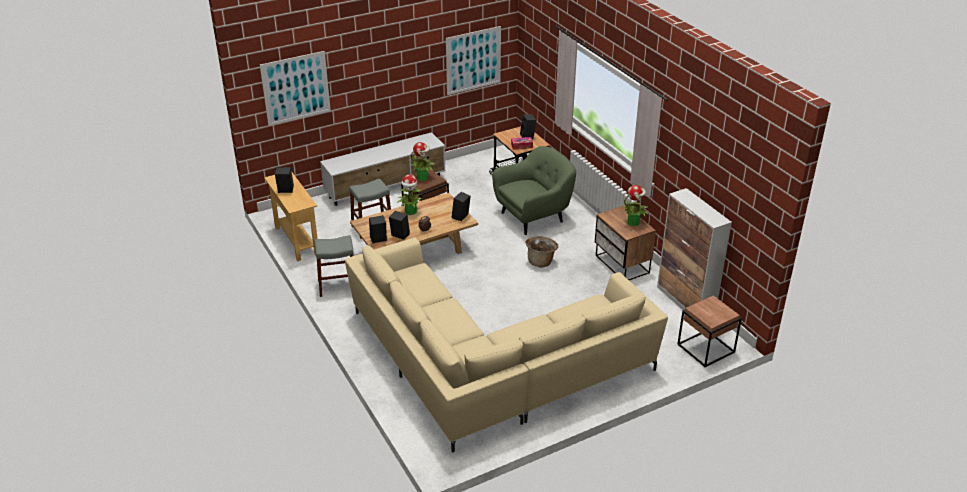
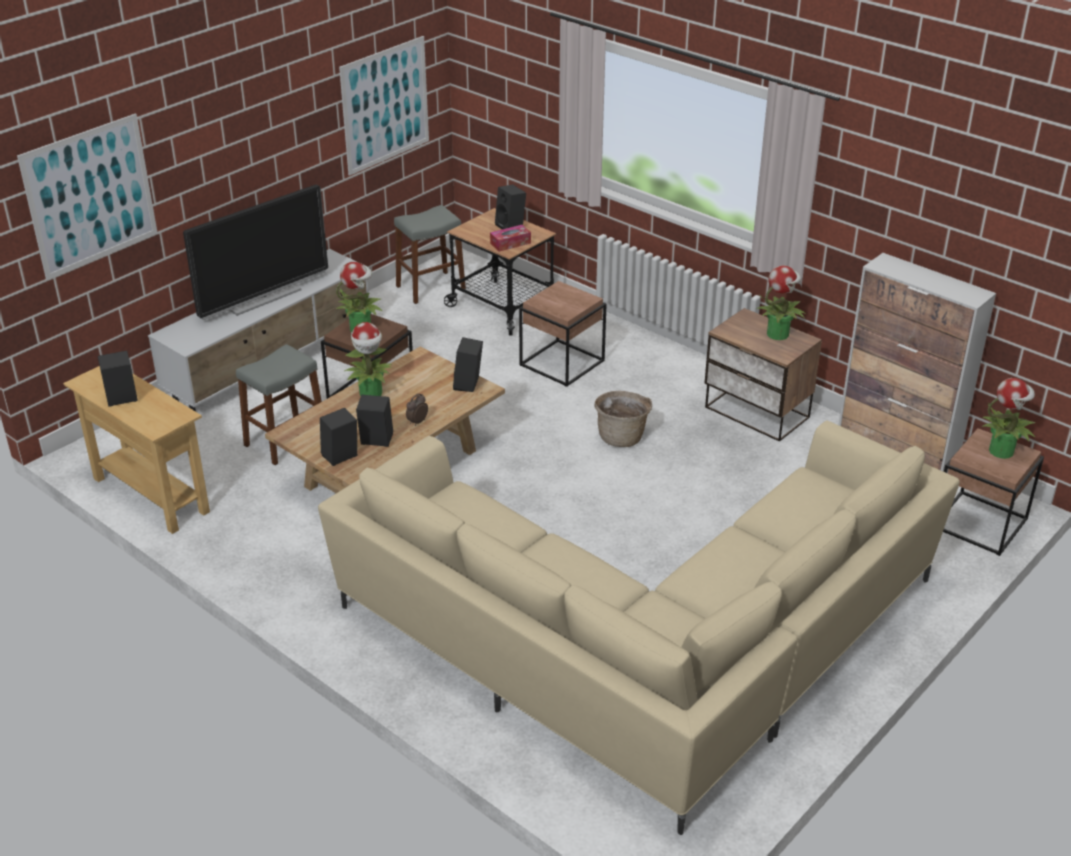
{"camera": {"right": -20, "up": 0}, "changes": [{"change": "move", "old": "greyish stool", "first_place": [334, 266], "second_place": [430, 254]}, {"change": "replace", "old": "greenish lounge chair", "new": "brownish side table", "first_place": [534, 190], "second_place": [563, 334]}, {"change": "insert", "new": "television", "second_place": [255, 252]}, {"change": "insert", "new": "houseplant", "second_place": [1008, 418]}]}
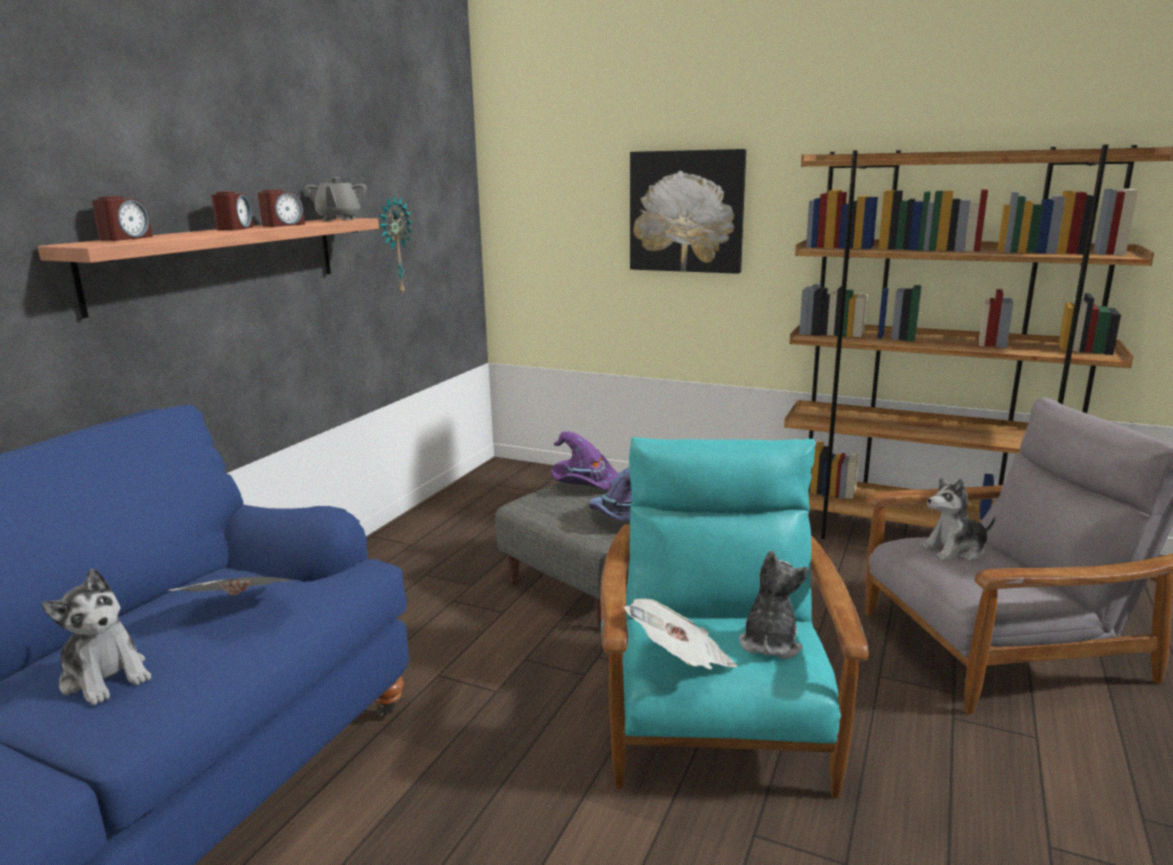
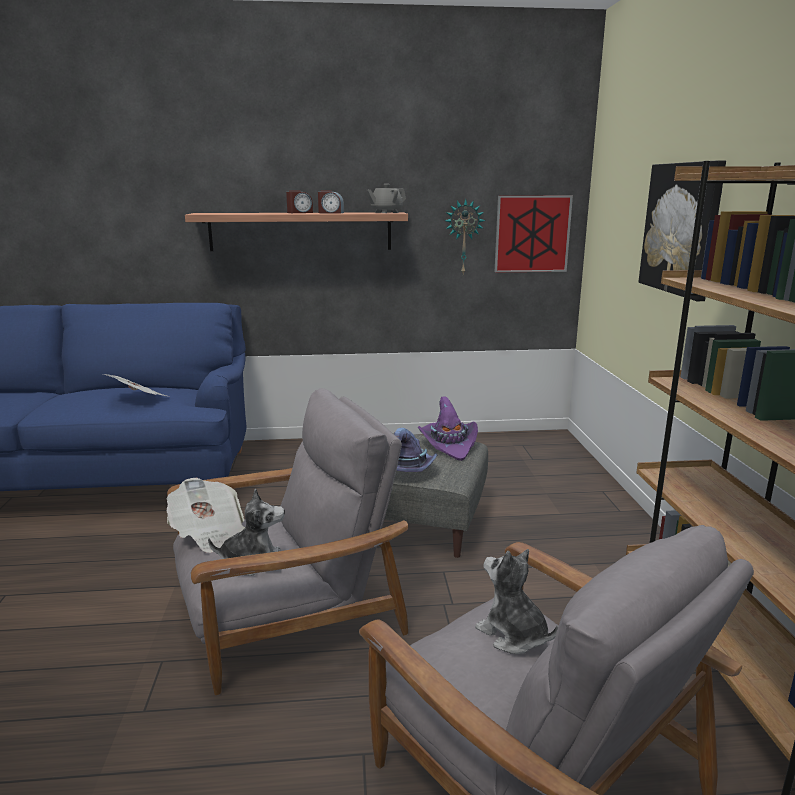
{"camera": {"right": 60, "up": 0}, "changes": [{"change": "delete", "old": "soft toy", "first_place": [96, 636]}, {"change": "delete", "old": "alarm clock", "first_place": [122, 218]}, {"change": "recolor", "old": "turquoise-coloured lounge chair", "new": "greyish lounge chair", "first_place": [734, 617], "second_place": [287, 541]}, {"change": "insert", "new": "wall art", "second_place": [534, 234]}]}
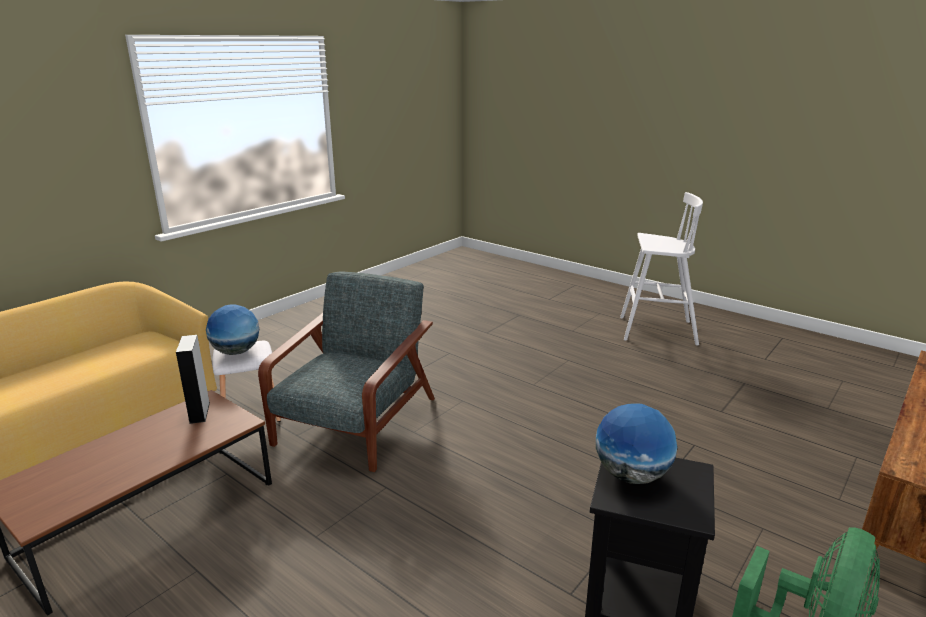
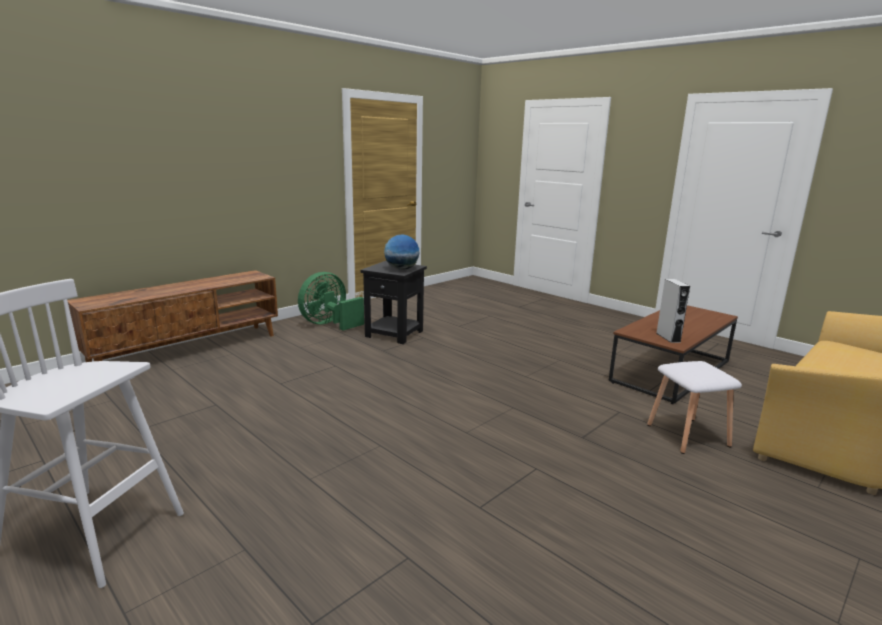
{"camera": {"right": -175, "up": -5}, "changes": [{"change": "delete", "old": "world globe", "first_place": [232, 329]}, {"change": "delete", "old": "greyish lounge chair", "first_place": [346, 371]}]}
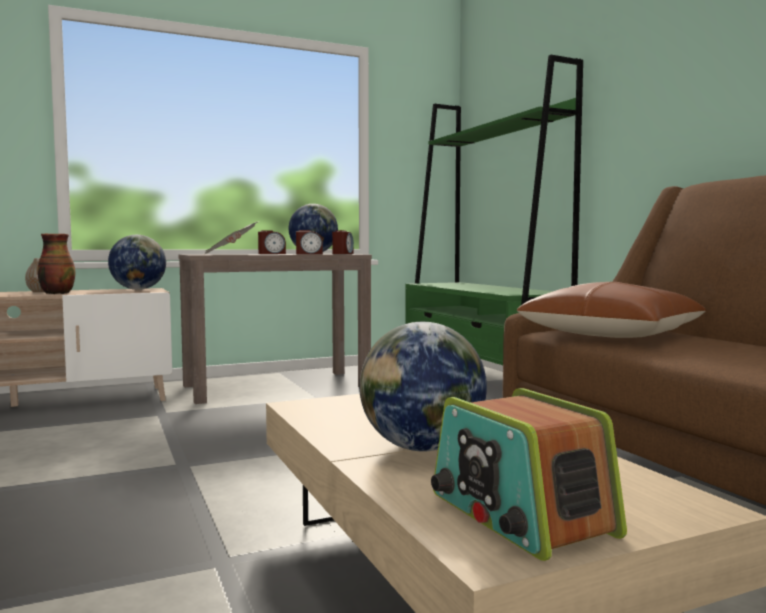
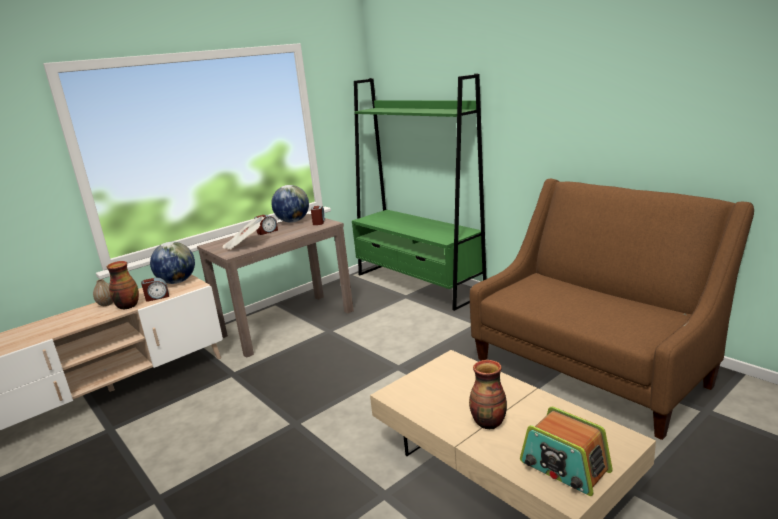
{"camera": {"right": -15, "up": 15}, "changes": [{"change": "move", "old": "alarm clock", "first_place": [309, 242], "second_place": [155, 290]}, {"change": "replace", "old": "world globe", "new": "flower vase", "first_place": [423, 387], "second_place": [488, 395]}, {"change": "delete", "old": "brownish throw pillow", "first_place": [611, 310]}]}
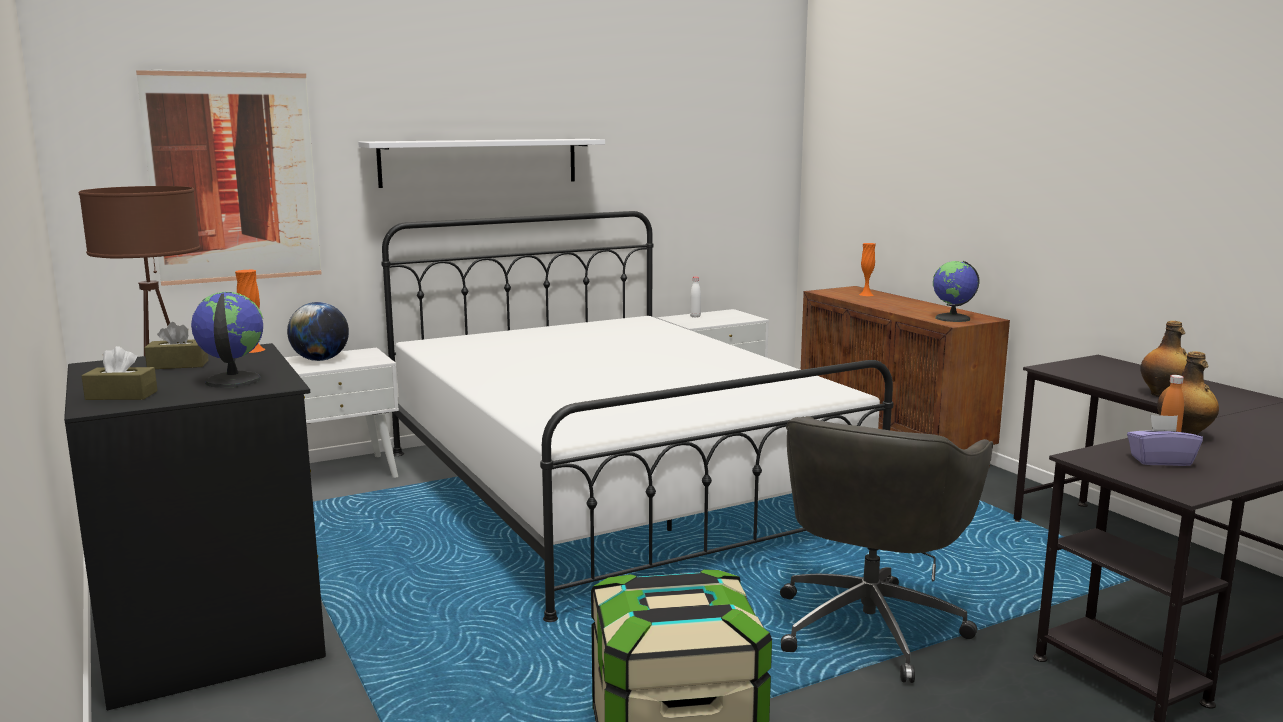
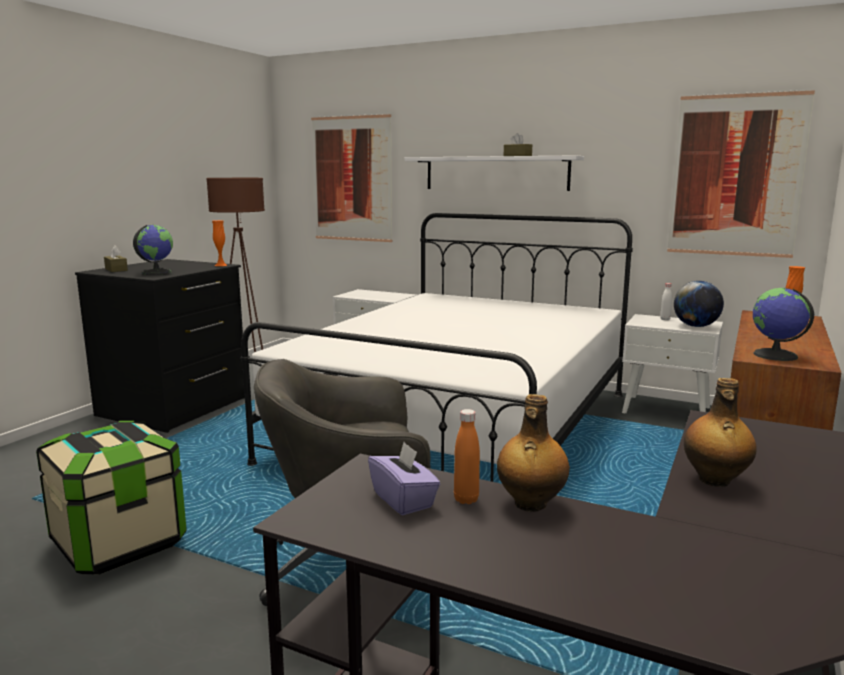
{"camera": {"right": 55, "up": 0}, "changes": [{"change": "move", "old": "brownish tissue box", "first_place": [176, 345], "second_place": [518, 144]}, {"change": "move", "old": "world globe", "first_place": [318, 331], "second_place": [699, 304]}, {"change": "insert", "new": "wall art", "second_place": [741, 174]}]}
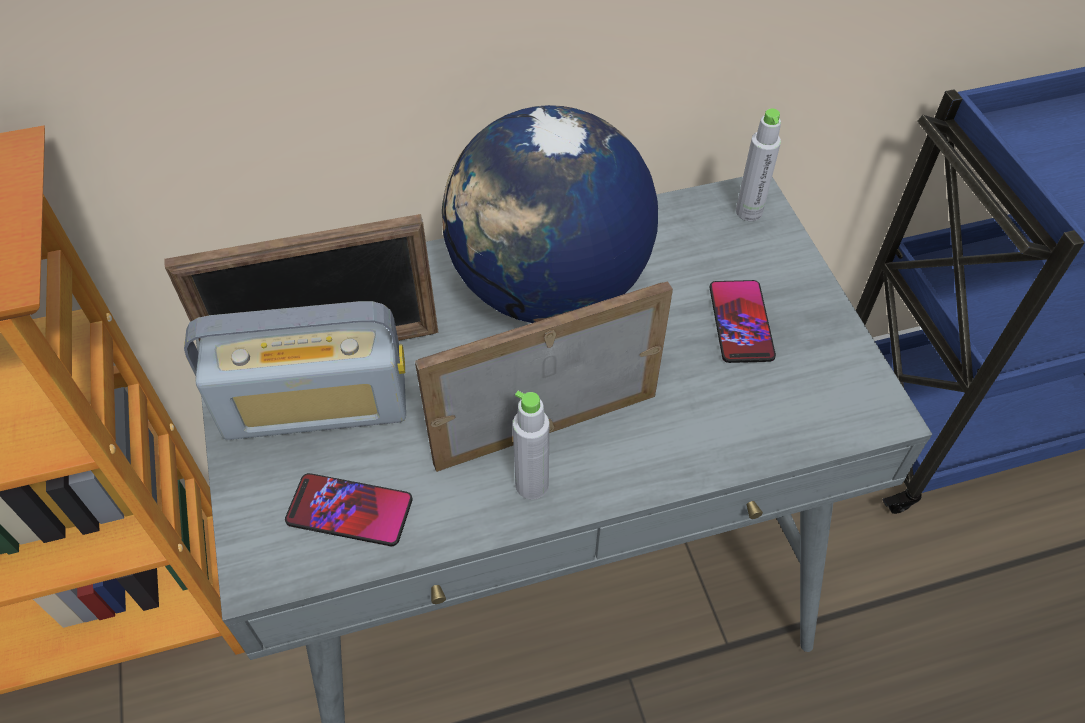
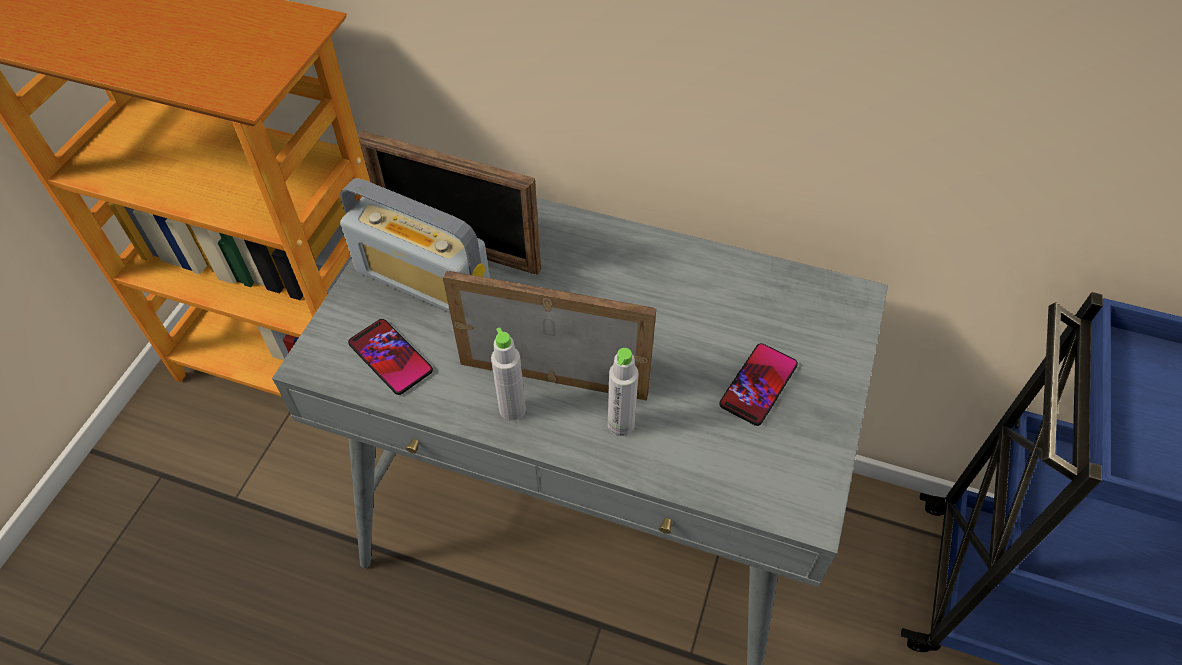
{"camera": {"right": 35, "up": 0}, "changes": [{"change": "delete", "old": "world globe", "first_place": [550, 214]}, {"change": "move", "old": "greyish bottle", "first_place": [758, 165], "second_place": [623, 392]}]}
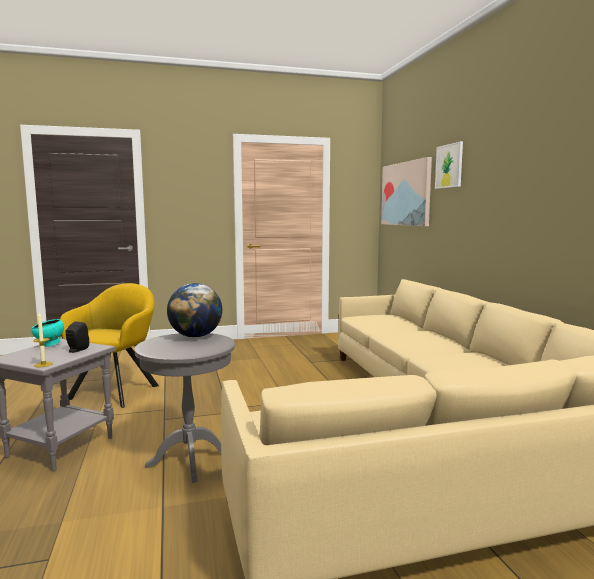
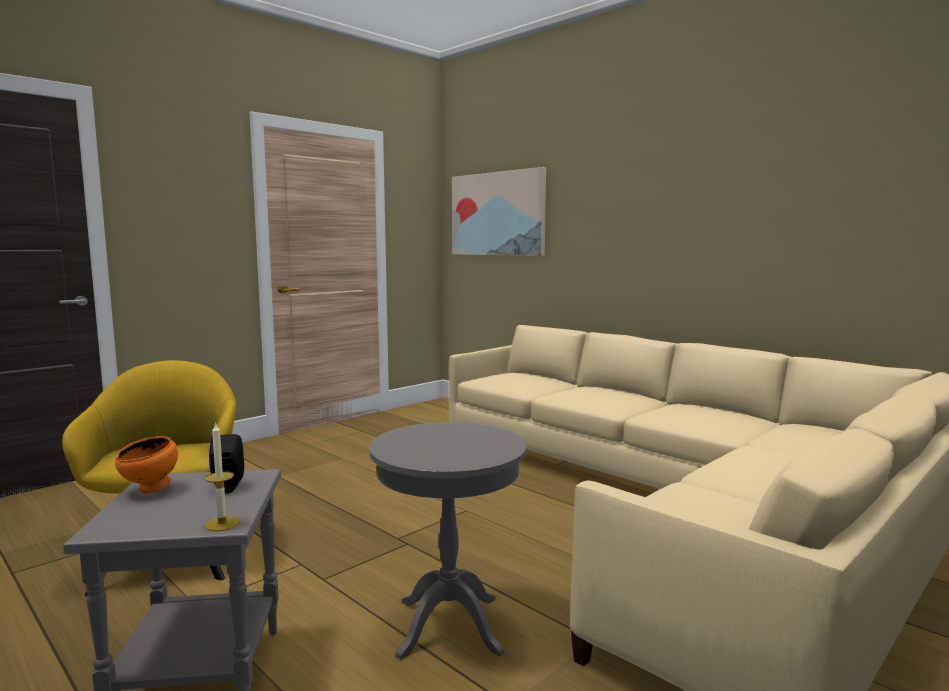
{"camera": {"right": -30, "up": 0}, "changes": [{"change": "recolor", "old": "turquoise-coloured deep dish", "new": "orangey deep dish", "first_place": [48, 333], "second_place": [146, 465]}, {"change": "delete", "old": "world globe", "first_place": [194, 310]}, {"change": "delete", "old": "wall art", "first_place": [449, 165]}]}
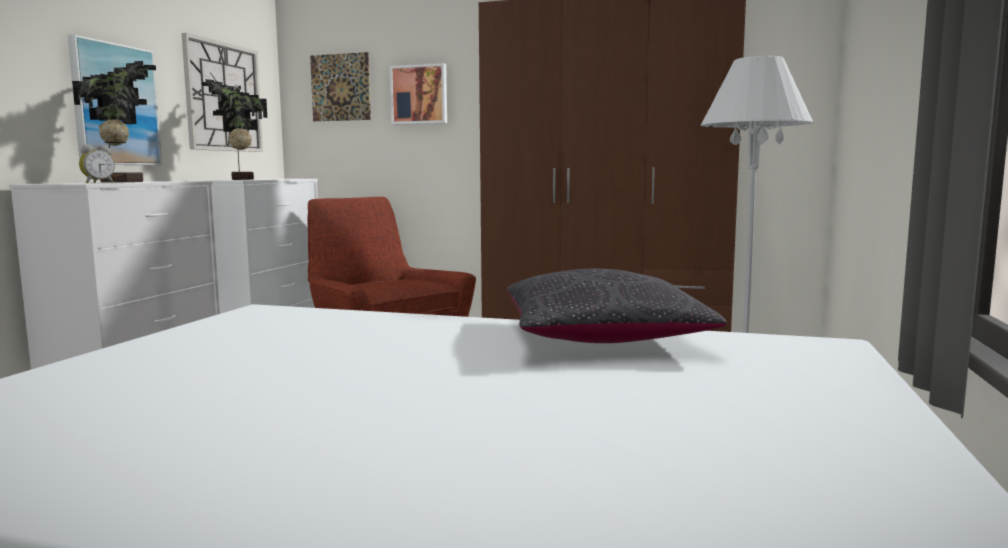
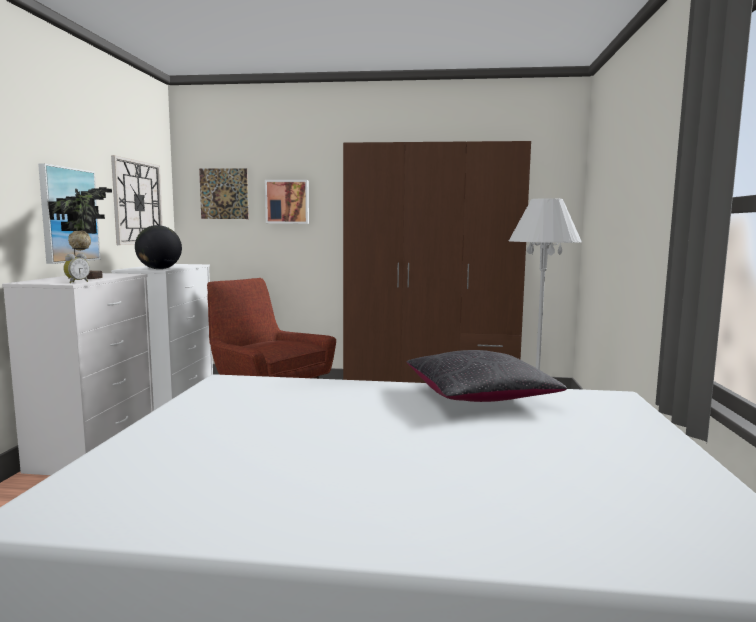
{"camera": {"right": -10, "up": 0}, "changes": [{"change": "replace", "old": "houseplant", "new": "world globe", "first_place": [234, 129], "second_place": [158, 247]}]}
